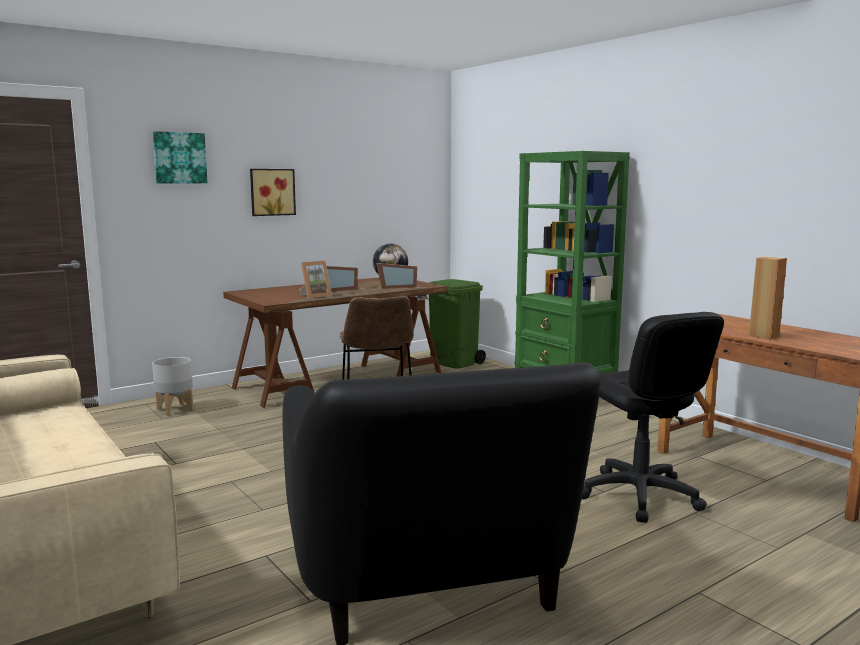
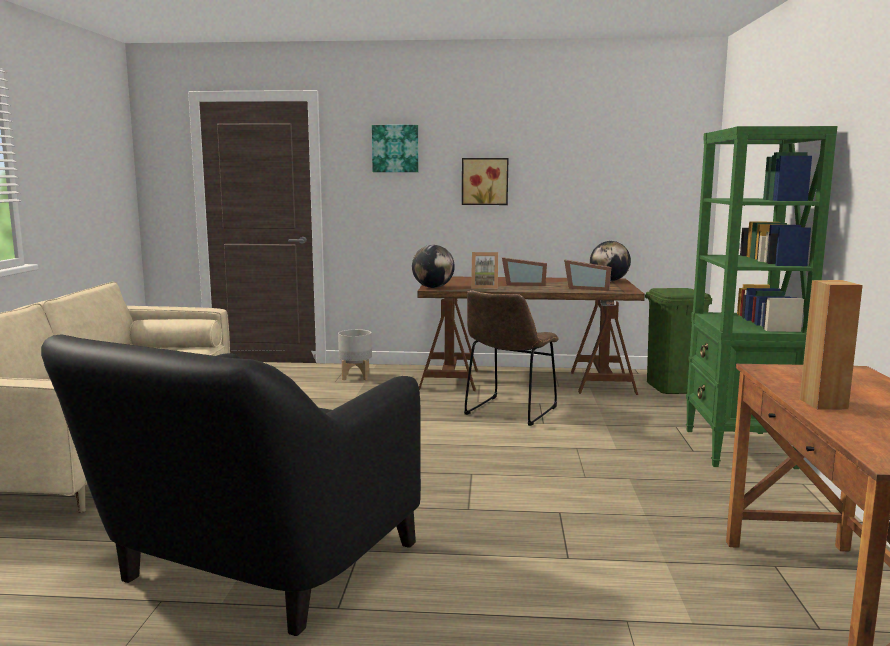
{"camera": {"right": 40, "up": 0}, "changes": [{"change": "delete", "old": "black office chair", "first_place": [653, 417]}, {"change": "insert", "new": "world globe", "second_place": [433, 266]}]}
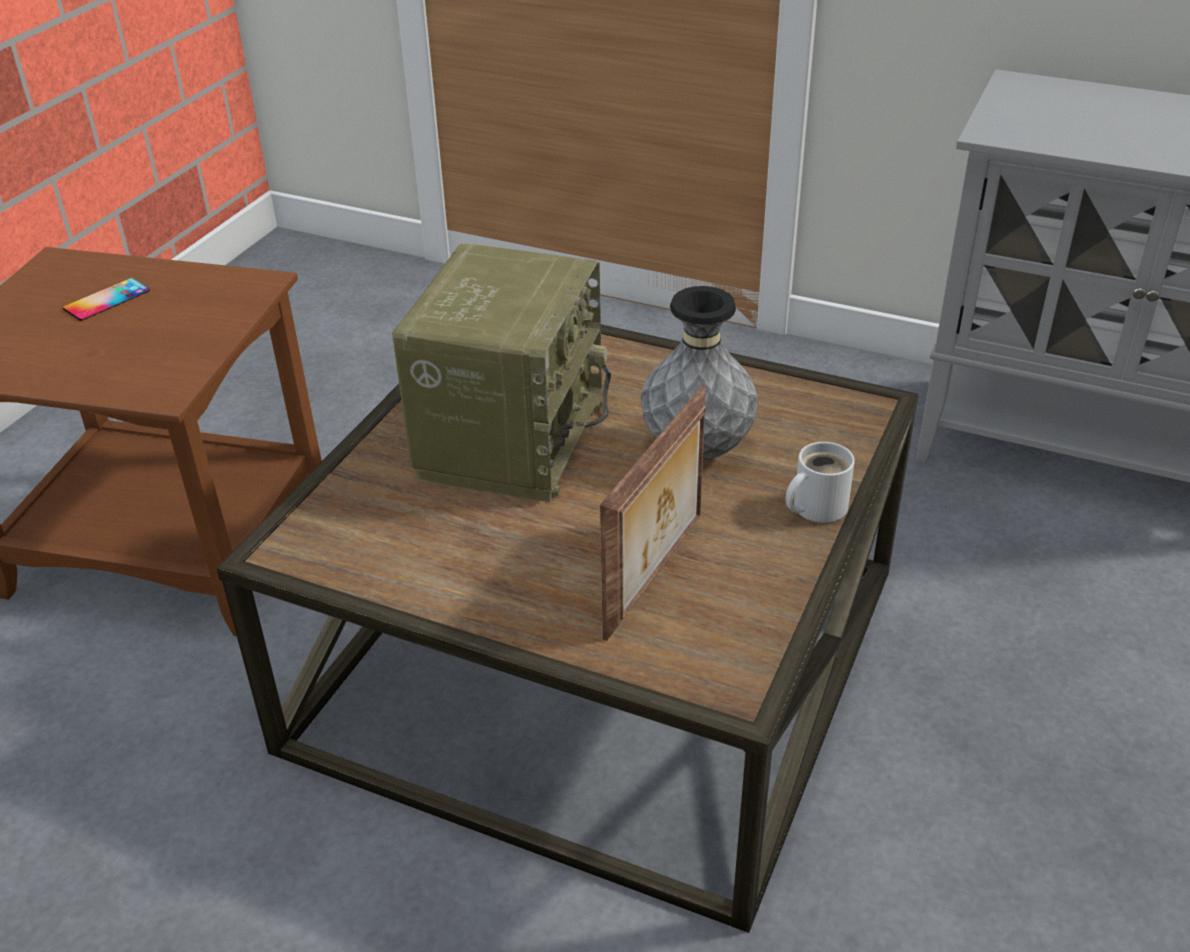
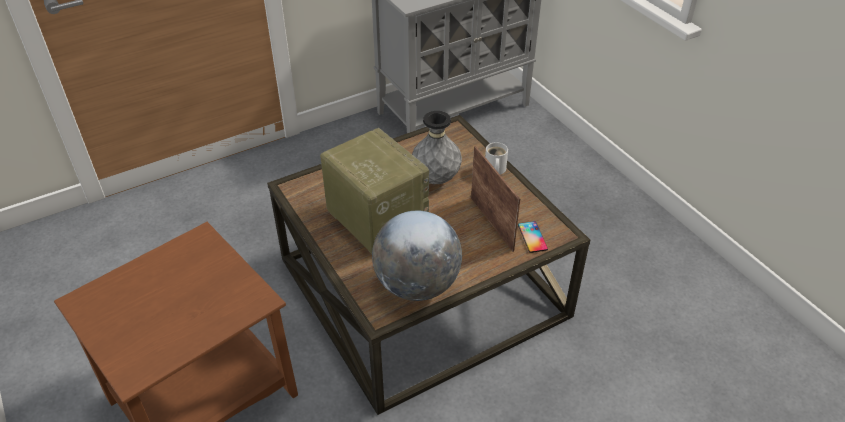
{"camera": {"right": -55, "up": 5}, "changes": [{"change": "move", "old": "handset", "first_place": [106, 299], "second_place": [533, 237]}, {"change": "insert", "new": "world globe", "second_place": [417, 256]}]}
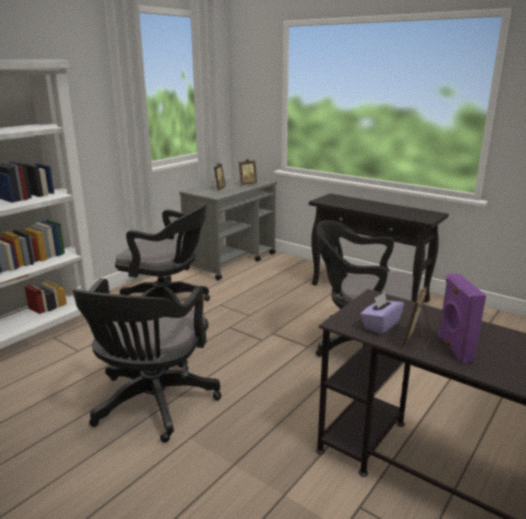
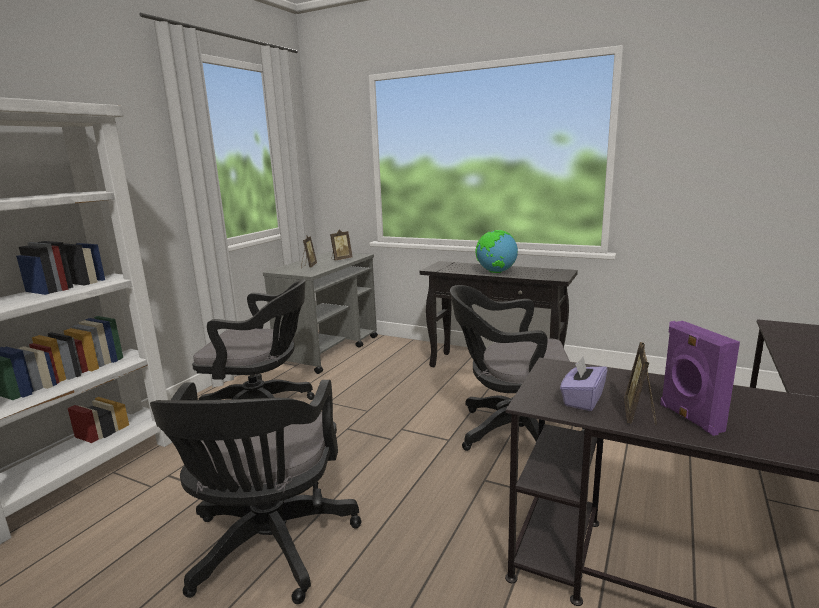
{"camera": {"right": -10, "up": -5}, "changes": [{"change": "insert", "new": "world globe", "second_place": [497, 251]}]}
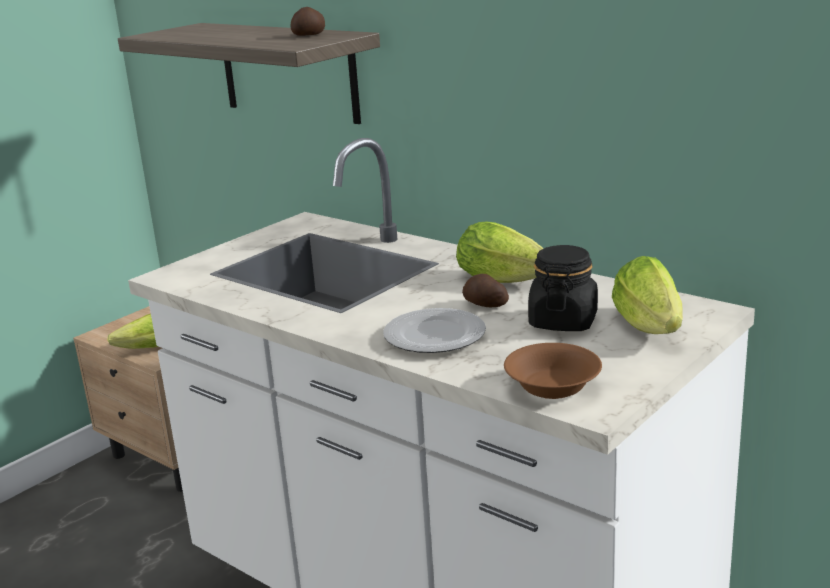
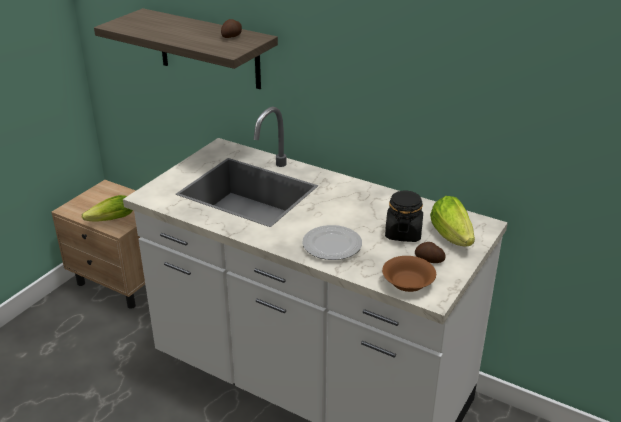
{"camera": {"right": -10, "up": 10}, "changes": [{"change": "delete", "old": "lettuce head", "first_place": [500, 252]}, {"change": "move", "old": "potato", "first_place": [485, 290], "second_place": [430, 252]}]}
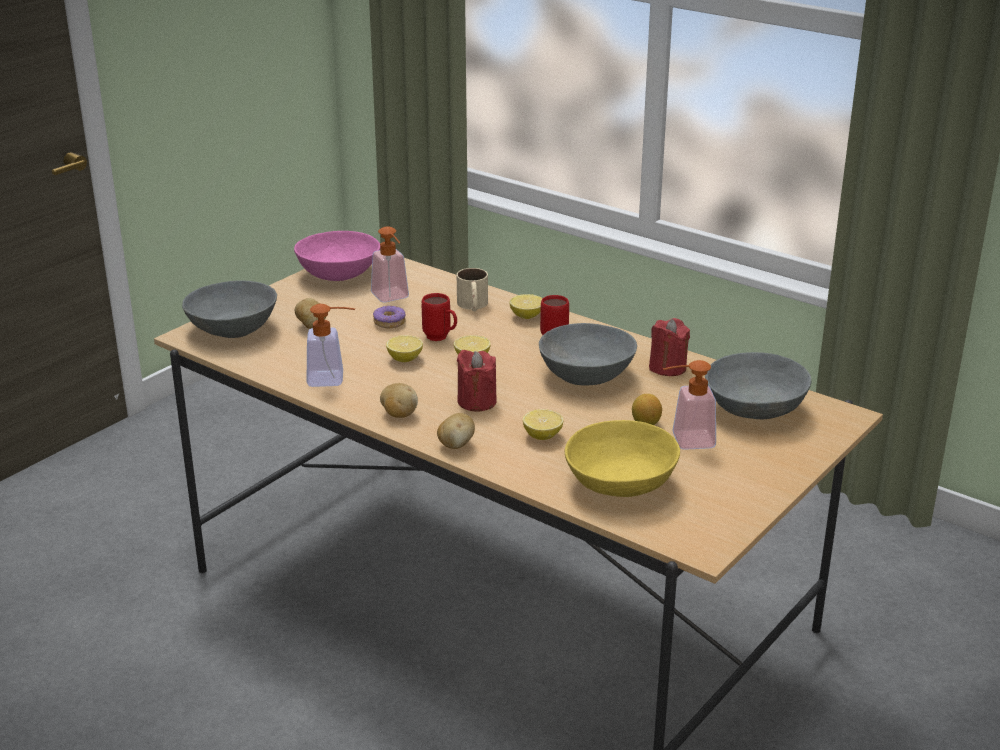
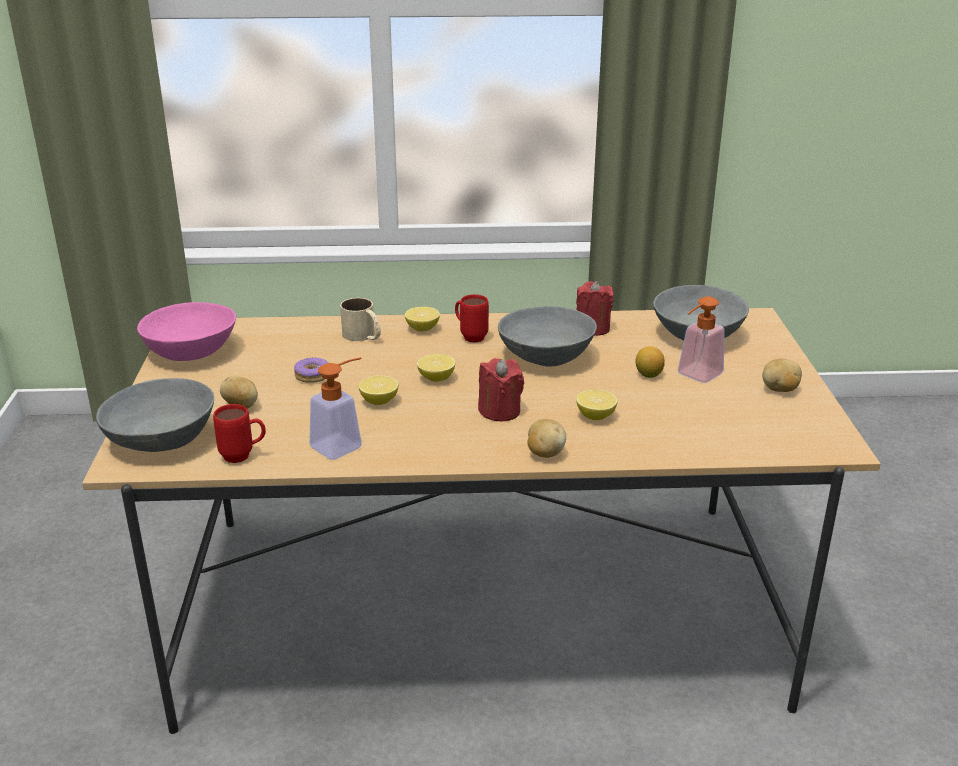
{"camera": {"right": -40, "up": 0}, "changes": [{"change": "delete", "old": "liquid soap bottle", "first_place": [390, 264]}, {"change": "move", "old": "potato", "first_place": [399, 400], "second_place": [782, 375]}, {"change": "move", "old": "red mug", "first_place": [439, 317], "second_place": [239, 433]}, {"change": "delete", "old": "yellow-coloured deep dish", "first_place": [622, 458]}]}
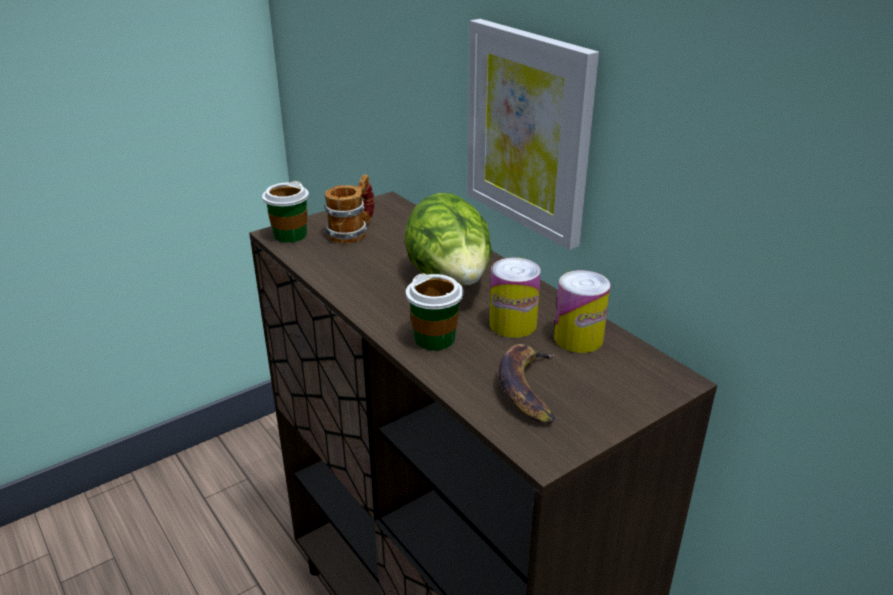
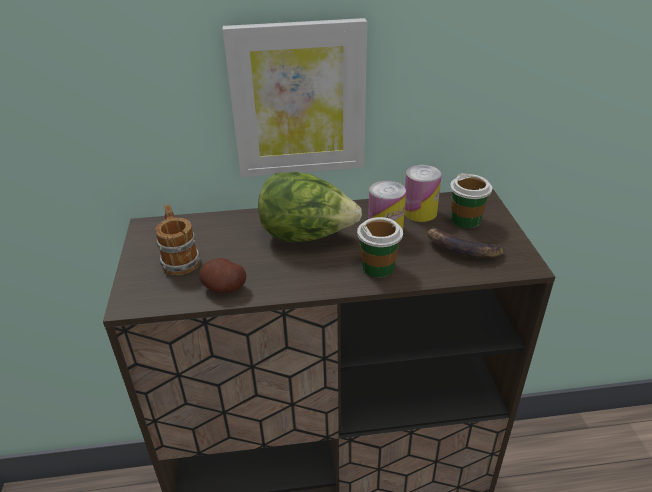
{"camera": {"right": -60, "up": 5}, "changes": [{"change": "move", "old": "drinking cup", "first_place": [285, 212], "second_place": [471, 200]}, {"change": "insert", "new": "potato", "second_place": [222, 275]}]}
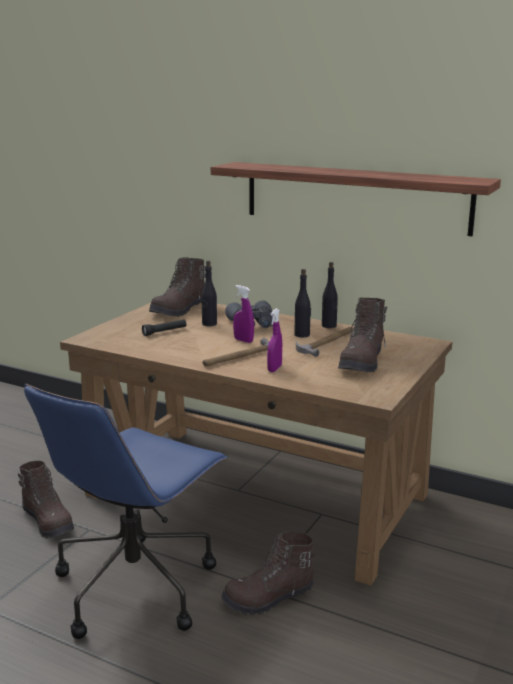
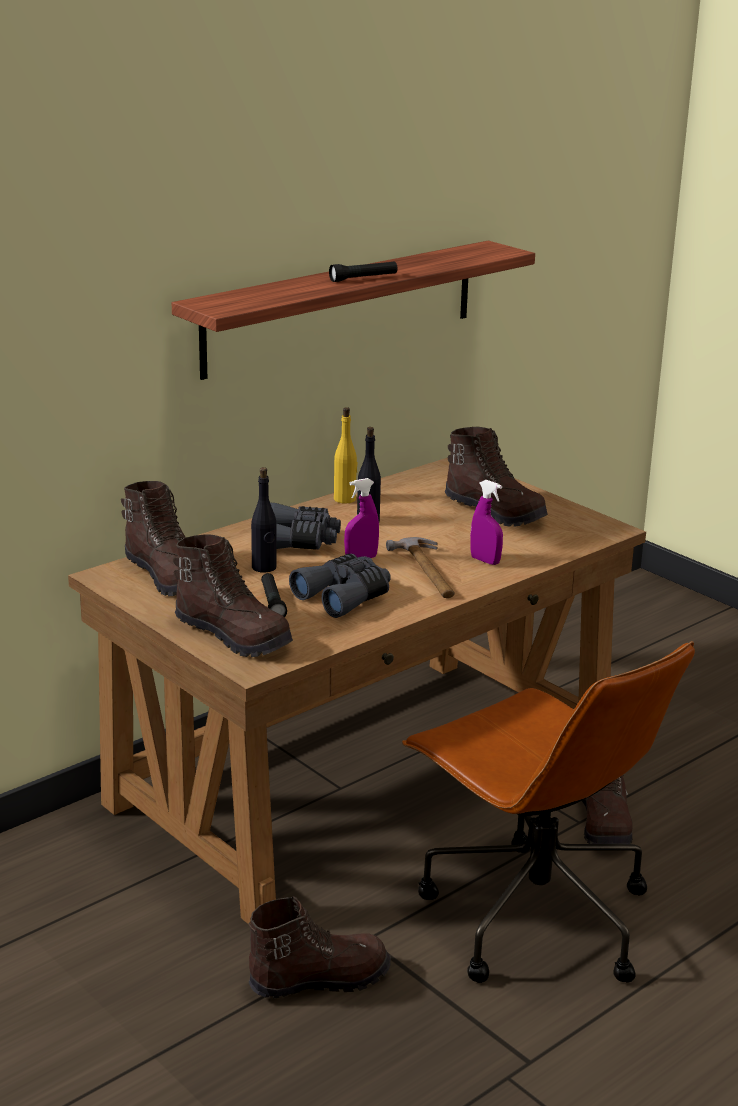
{"camera": {"right": -70, "up": 5}, "changes": [{"change": "recolor", "old": "blue office chair", "new": "brownish office chair", "first_place": [126, 511], "second_place": [548, 812]}, {"change": "delete", "old": "hammer", "first_place": [324, 342]}, {"change": "recolor", "old": "black bottle", "new": "yellow-coloured bottle", "first_place": [330, 295], "second_place": [346, 455]}, {"change": "insert", "new": "brownish boot", "second_place": [233, 595]}, {"change": "insert", "new": "greyish field glasses", "second_place": [340, 585]}, {"change": "insert", "new": "black hand torch", "second_place": [363, 271]}]}
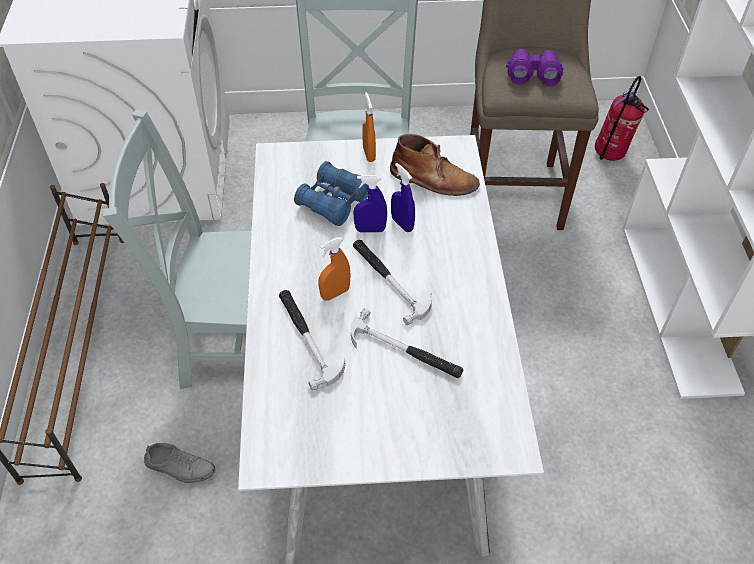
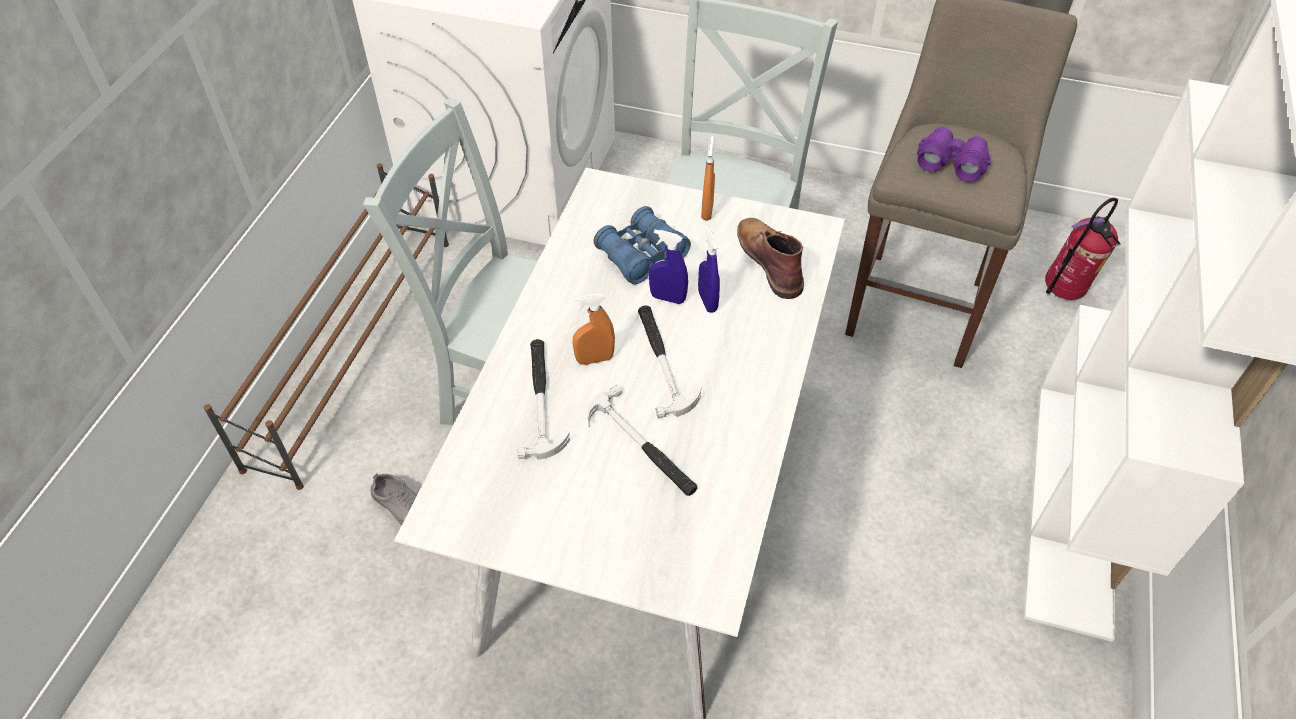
{"camera": {"right": 20, "up": 0}, "changes": [{"change": "rotate", "old": "brownish boot", "first_place": [435, 165], "second_place": [770, 258], "degrees": -150}]}
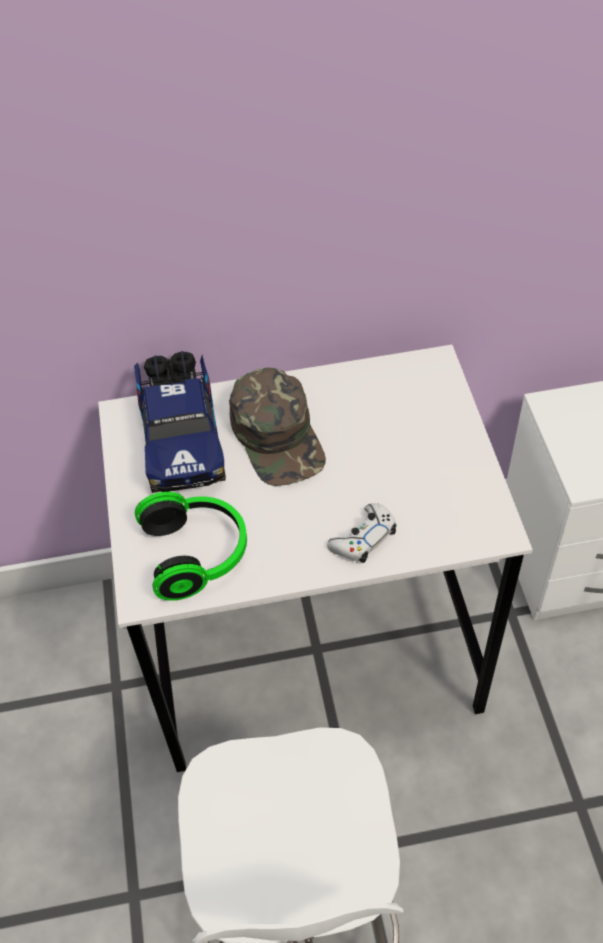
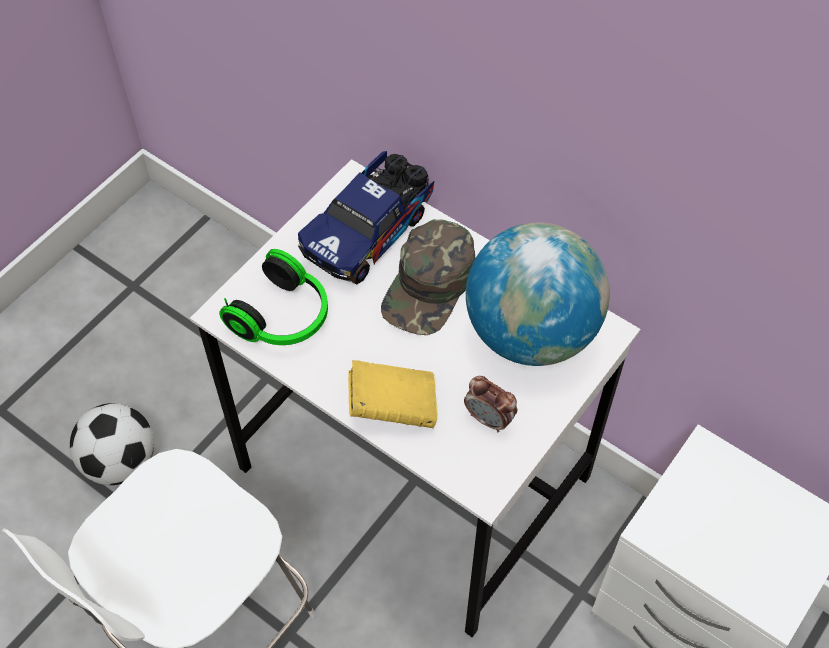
{"camera": {"right": 45, "up": 5}, "changes": [{"change": "replace", "old": "white joypad", "new": "yellow-coloured book", "first_place": [361, 533], "second_place": [392, 394]}, {"change": "insert", "new": "football ball", "second_place": [112, 444]}, {"change": "insert", "new": "alarm clock", "second_place": [490, 404]}, {"change": "insert", "new": "world globe", "second_place": [538, 294]}]}
